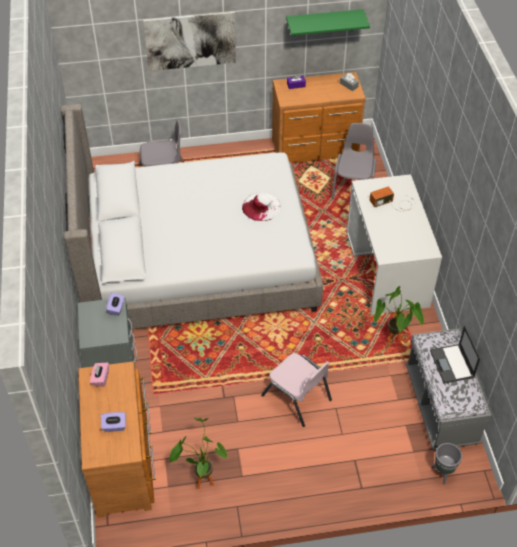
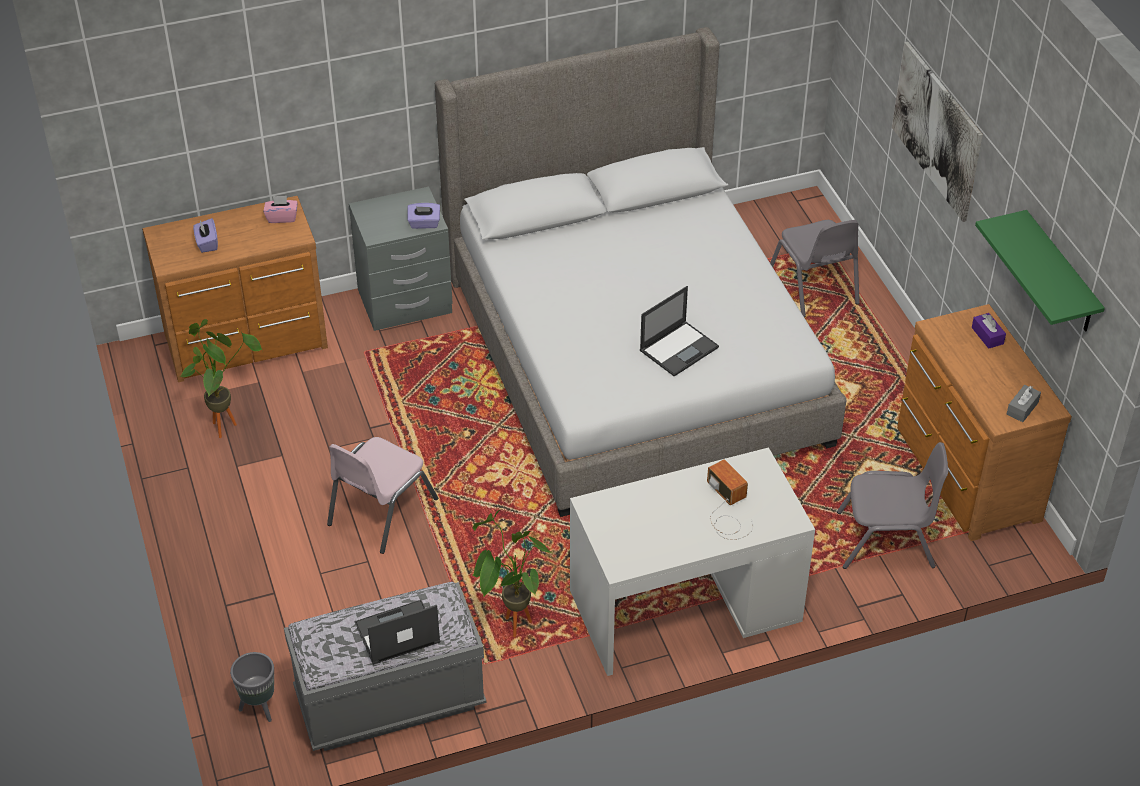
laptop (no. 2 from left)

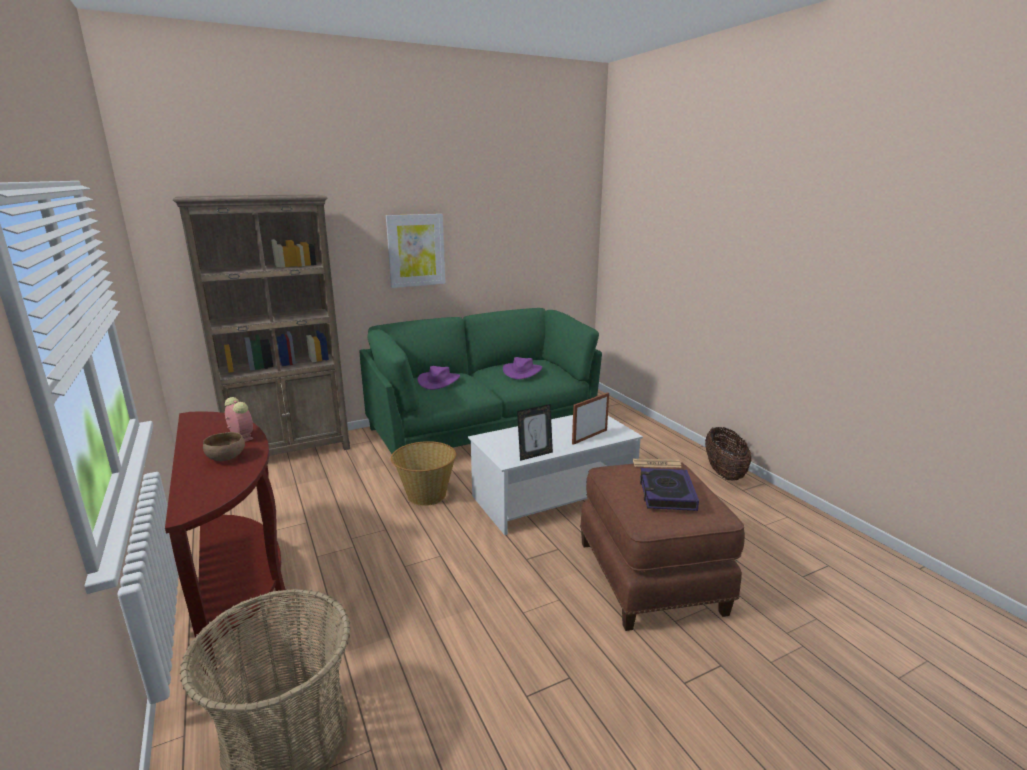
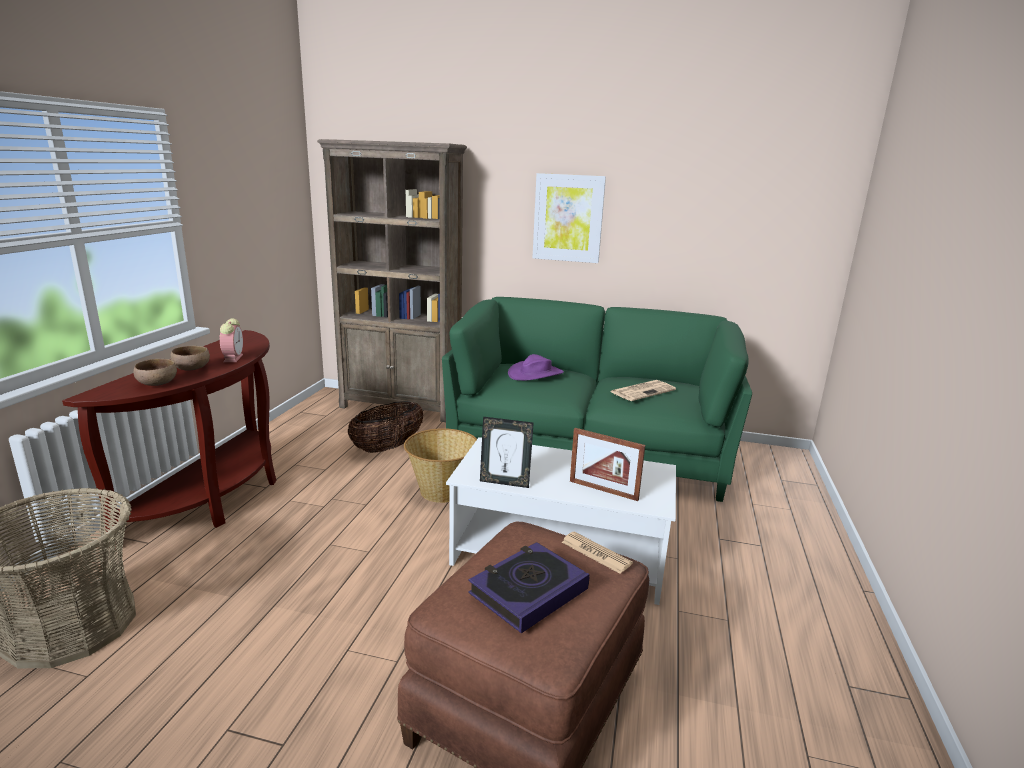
serving bowl (brownish) (no. 1 from left)
basket (no. 2 from left)
newspaper (no. 2 from left)
photo frame (no. 2 from left)

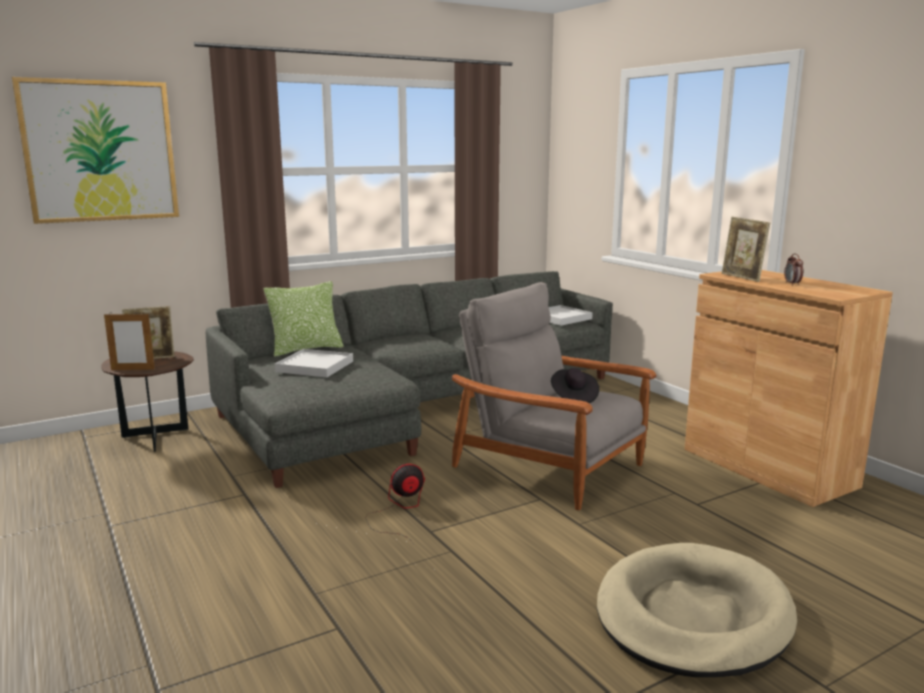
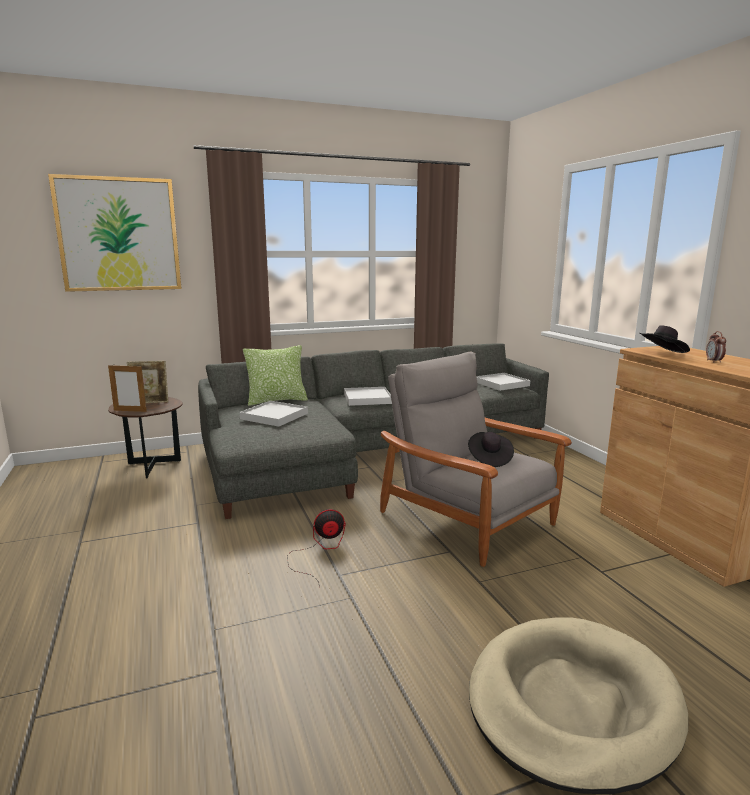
serving tray (whitish) (no. 2 from left)
wearable hat (black-coloured) (no. 2 from left)

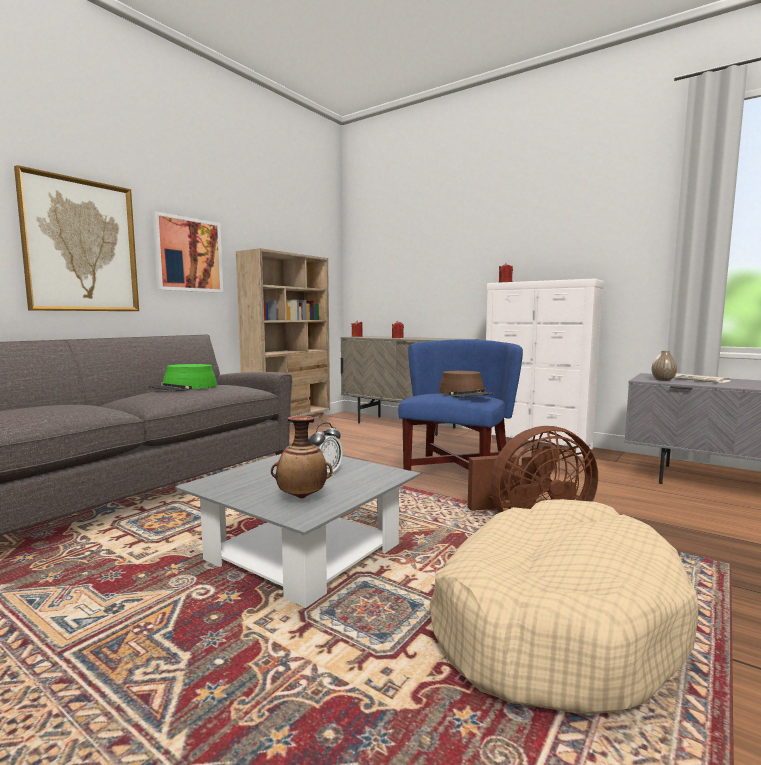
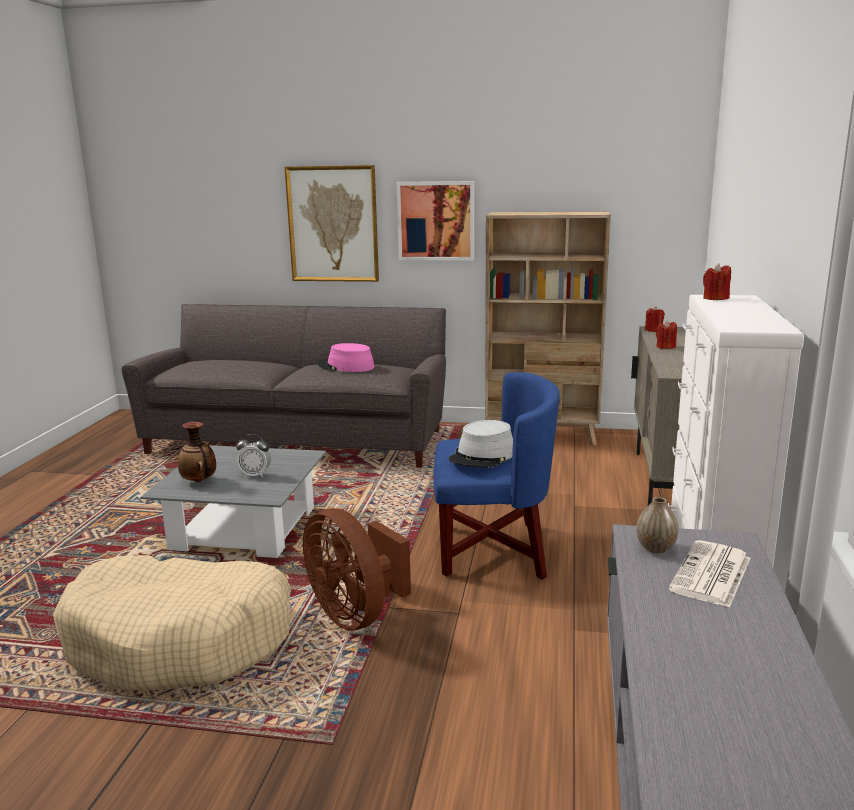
wearable hat (pink)
wearable hat (grey)

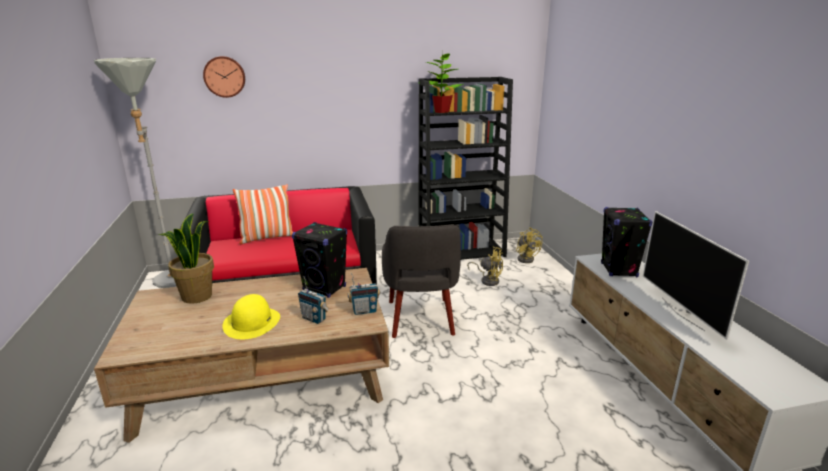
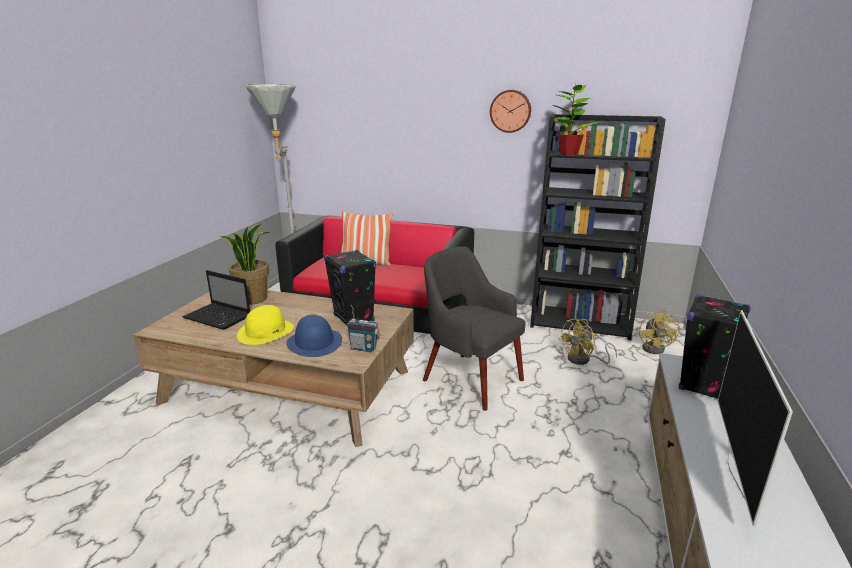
laptop
hanging clock
wearable hat (blue)
armchair (grey)
electric fan (yellow-coloured) (no. 1 from left)

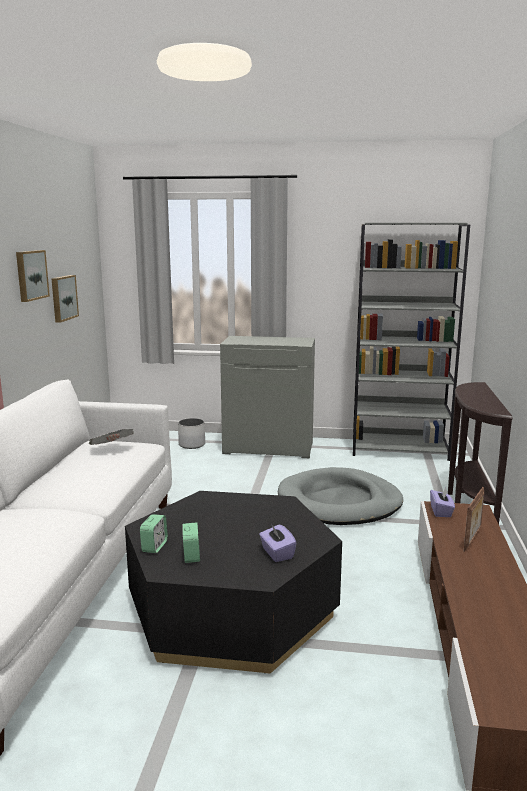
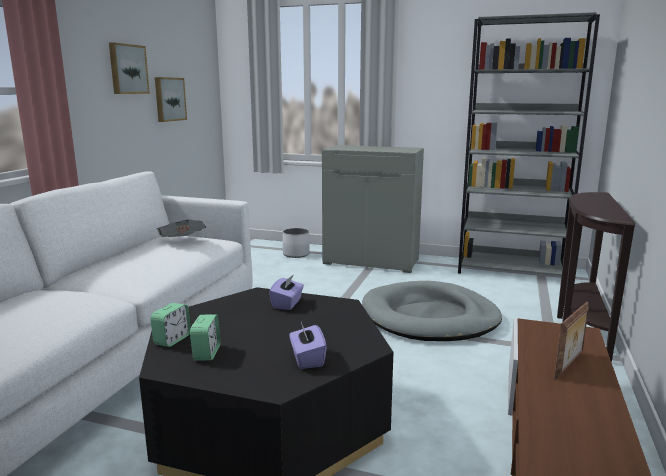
tissue holder (purple) (no. 1 from left)

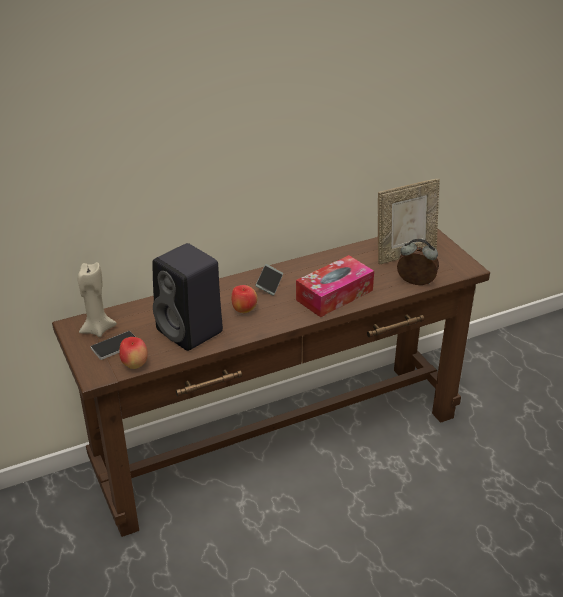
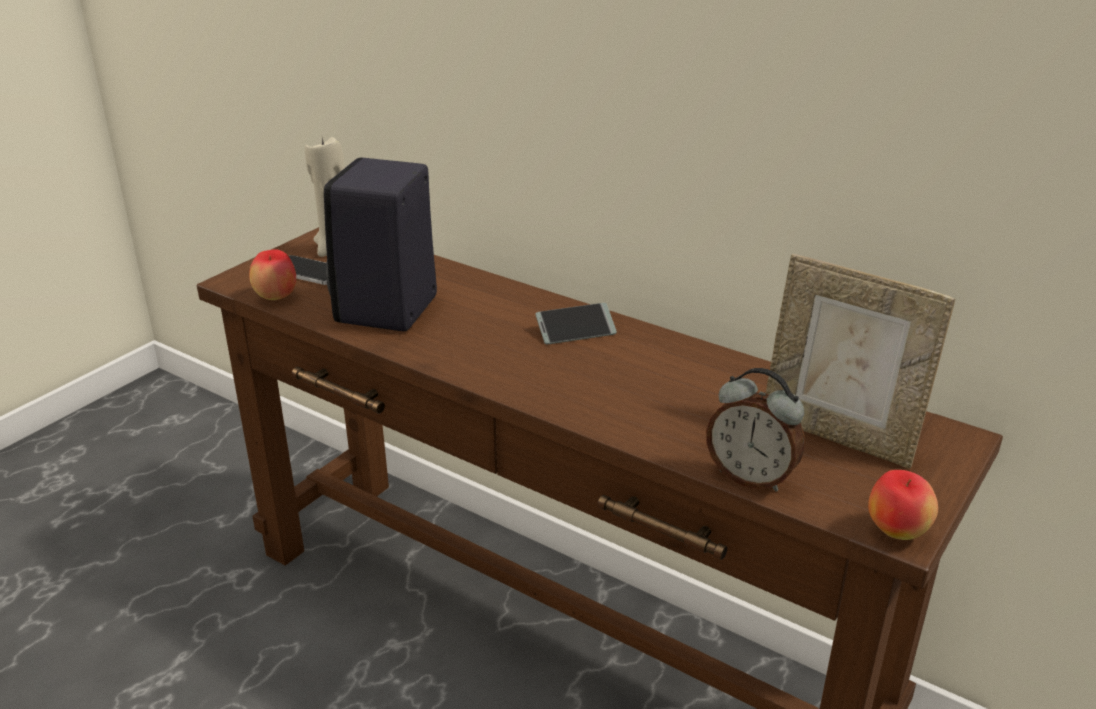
tissue holder
apple (no. 2 from left)
bedside clock

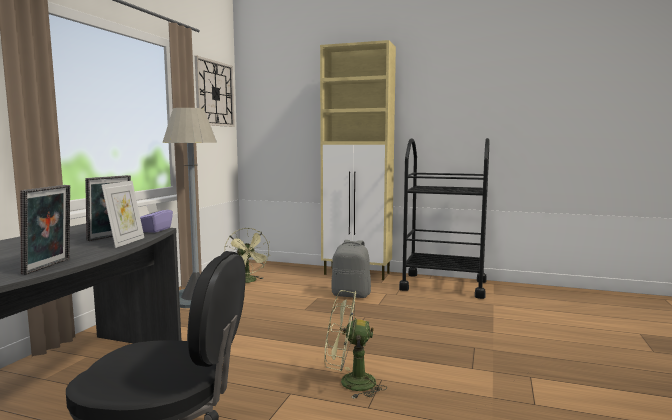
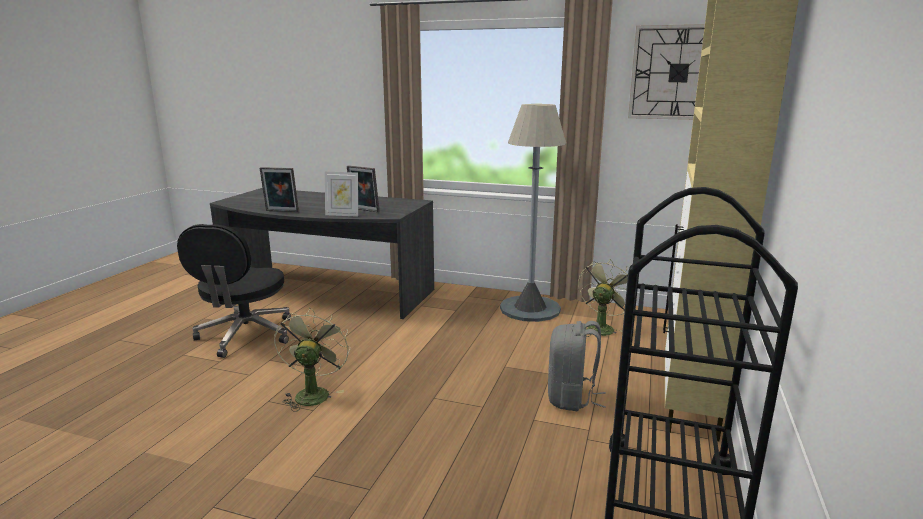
tissue holder (purple)
electric fan (green) (no. 2 from left)

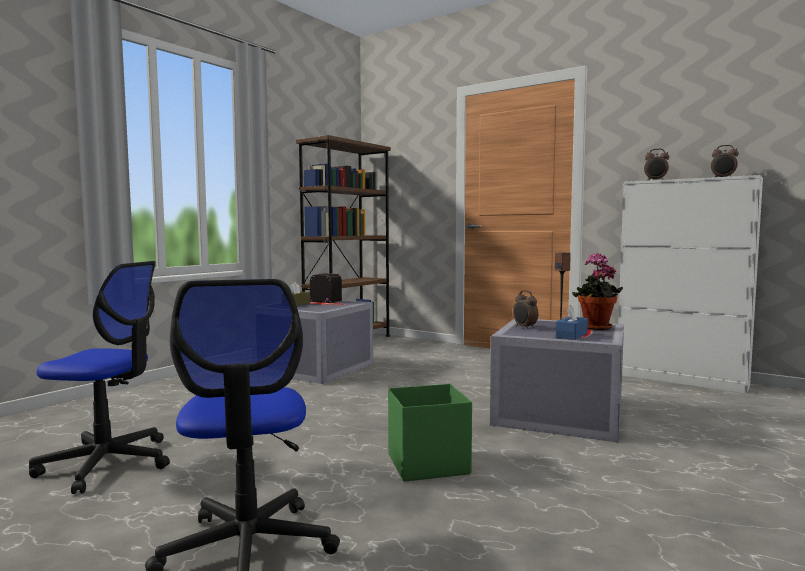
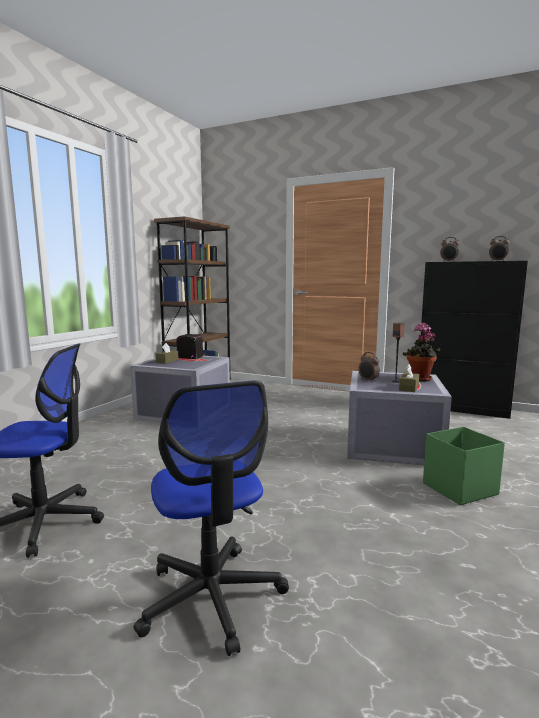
storage container (green)
tissue holder (brownish) (no. 2 from left)
cabinet (black-coloured)

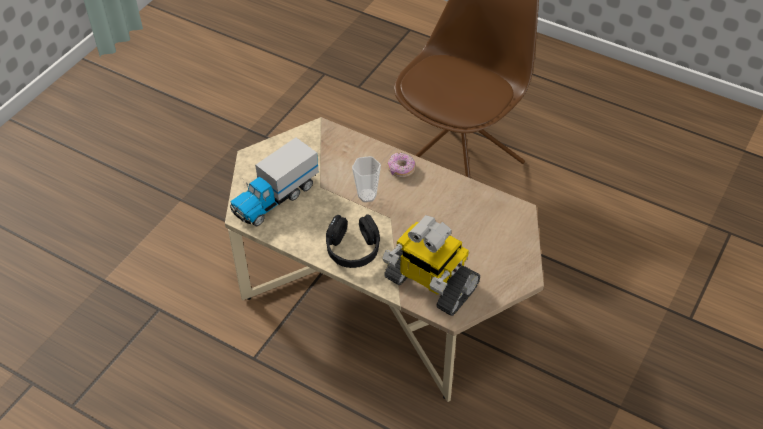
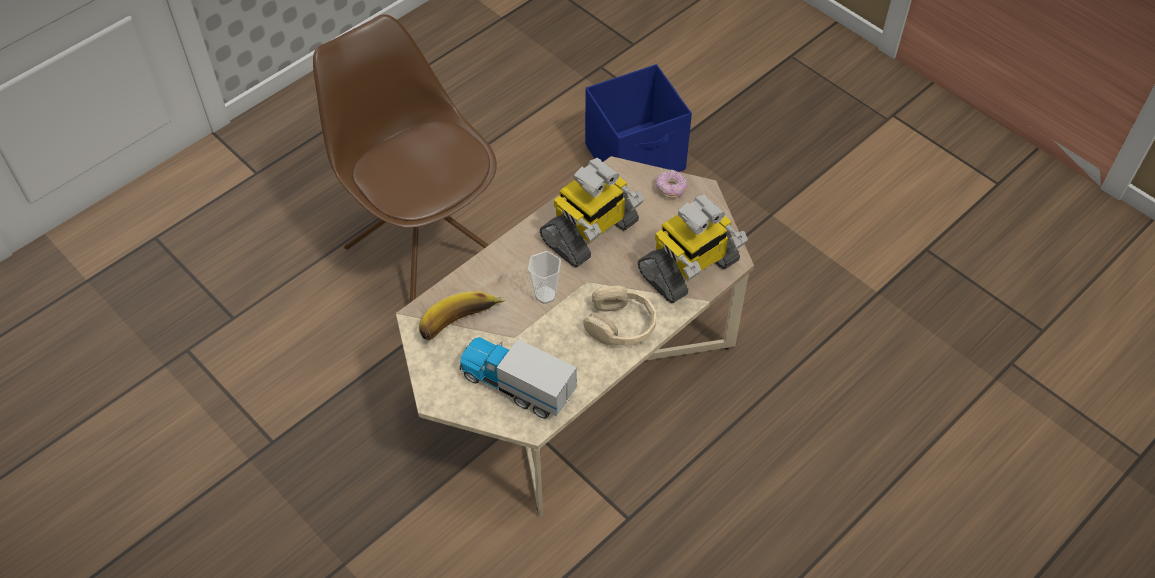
banana fruit
robot figure (no. 1 from left)
storage container (blue)
ring doughnut
headset (beige-coloured)
model truck

